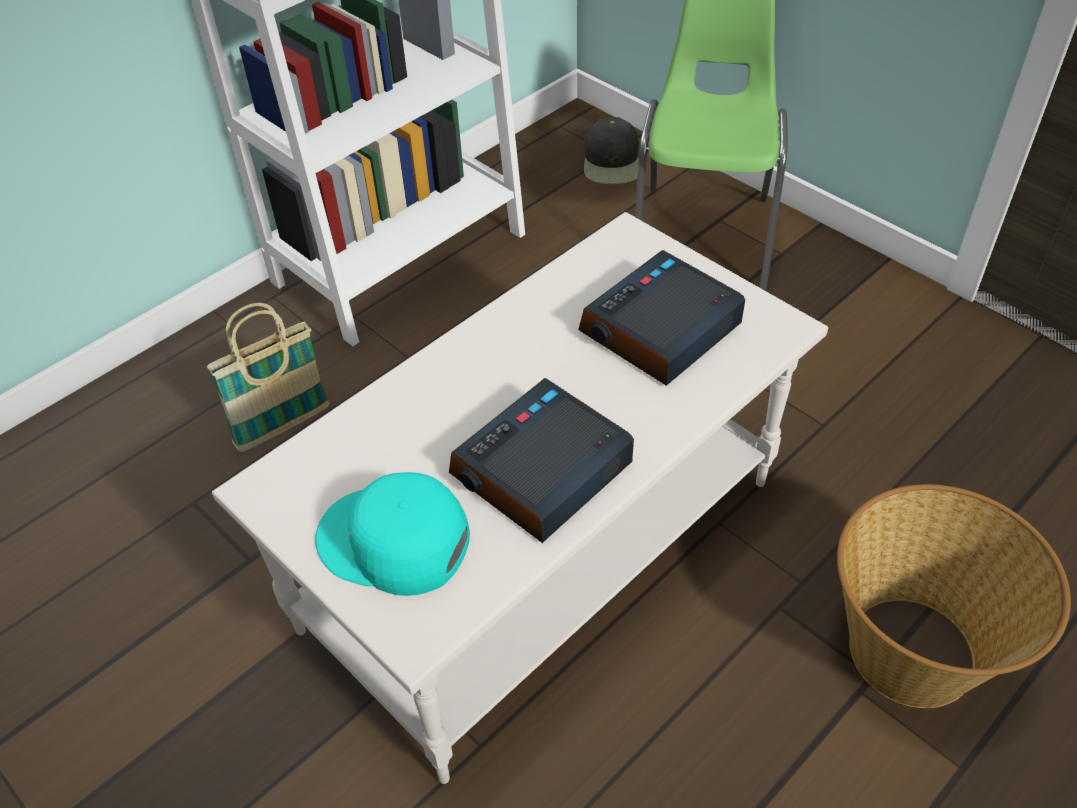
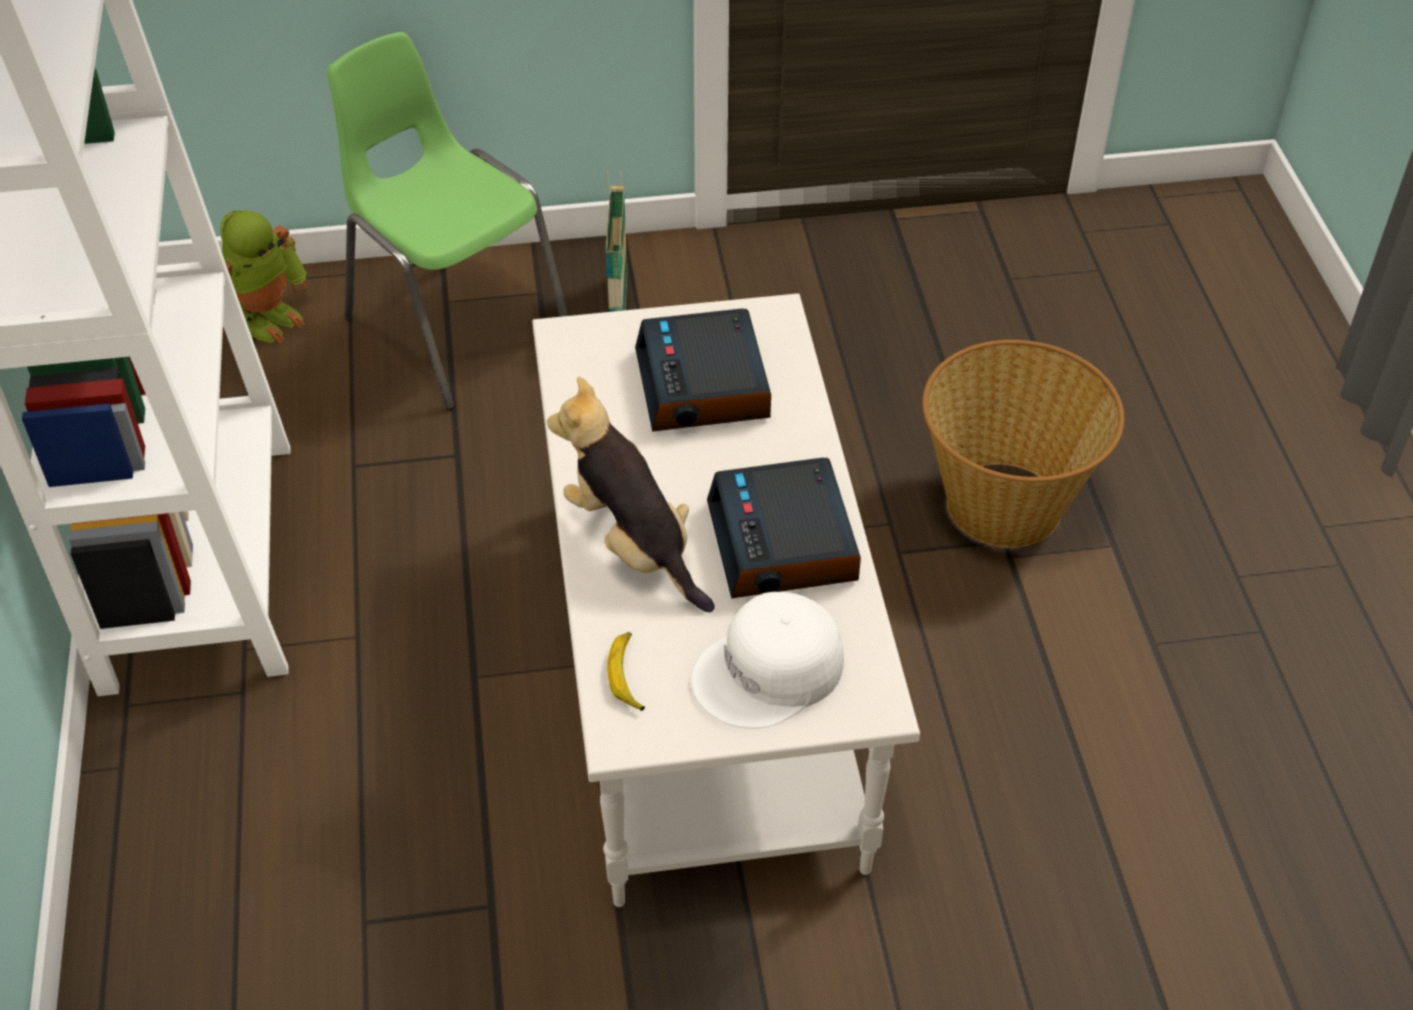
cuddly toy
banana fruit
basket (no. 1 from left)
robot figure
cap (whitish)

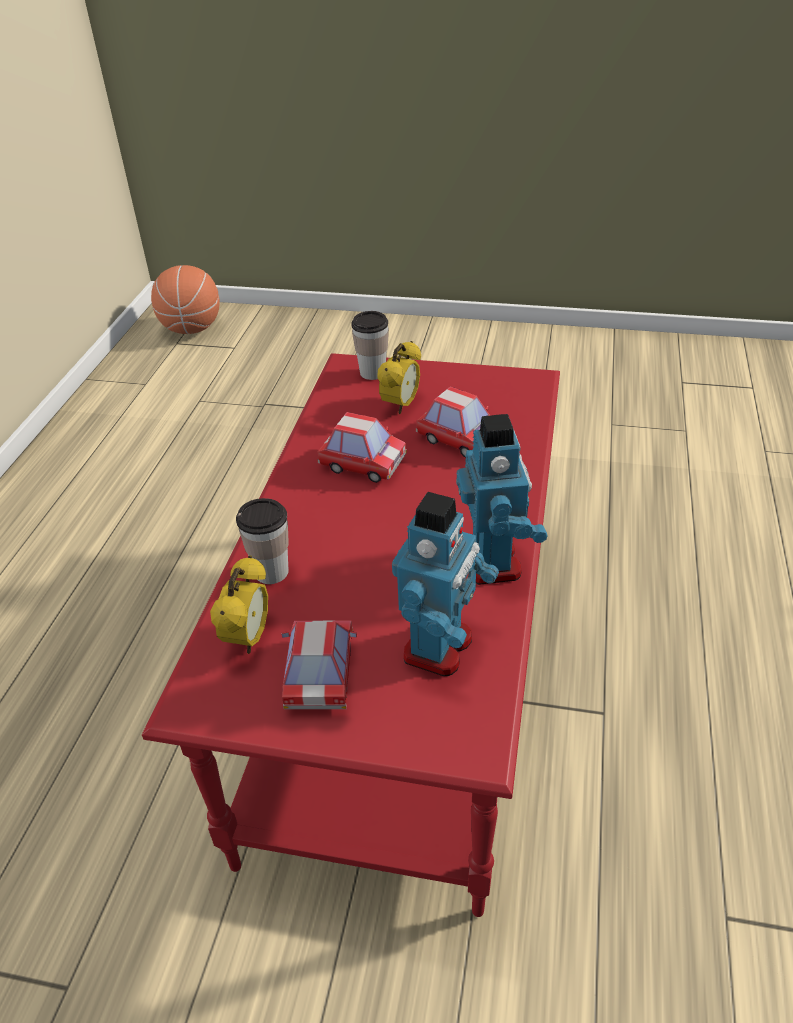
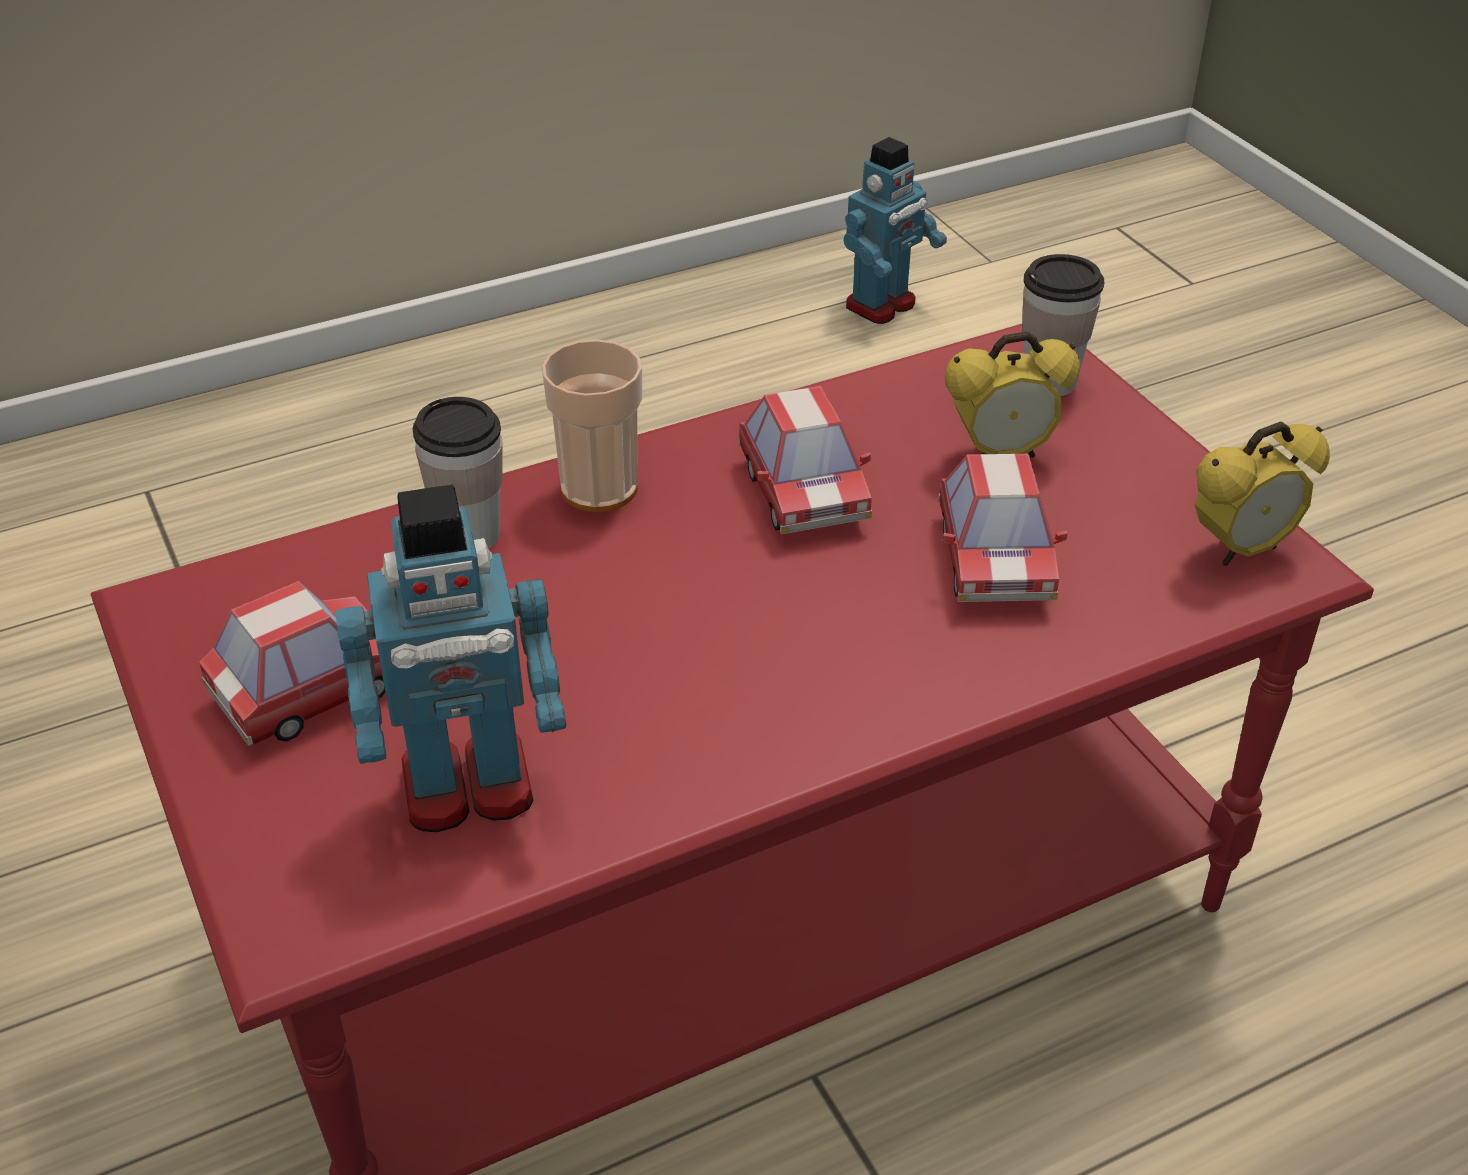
basketball
small cup (no. 2 from left)
bedside clock (no. 2 from left)
robot figure (no. 2 from left)

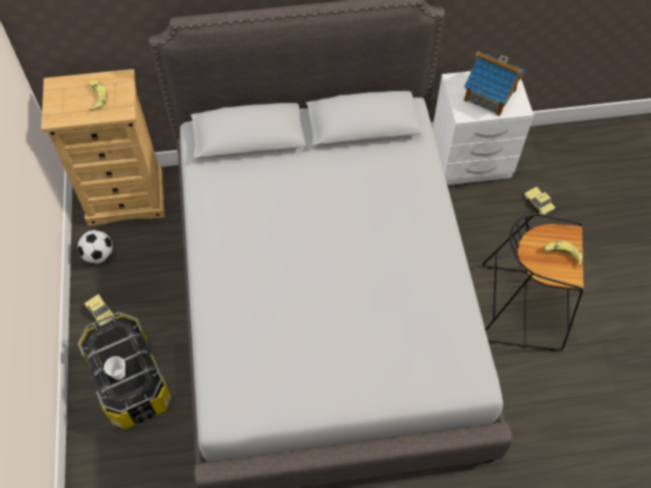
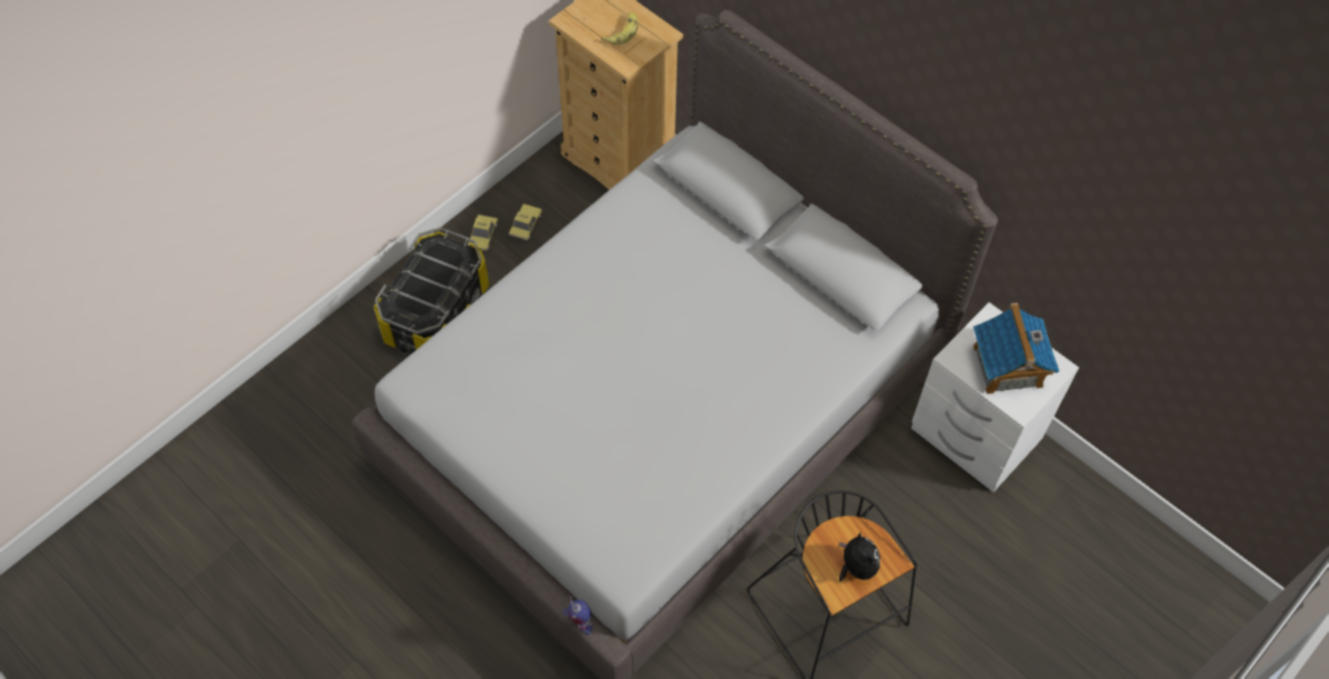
football ball
small cup
robot figure
miniature car (no. 2 from left)
cuddly toy

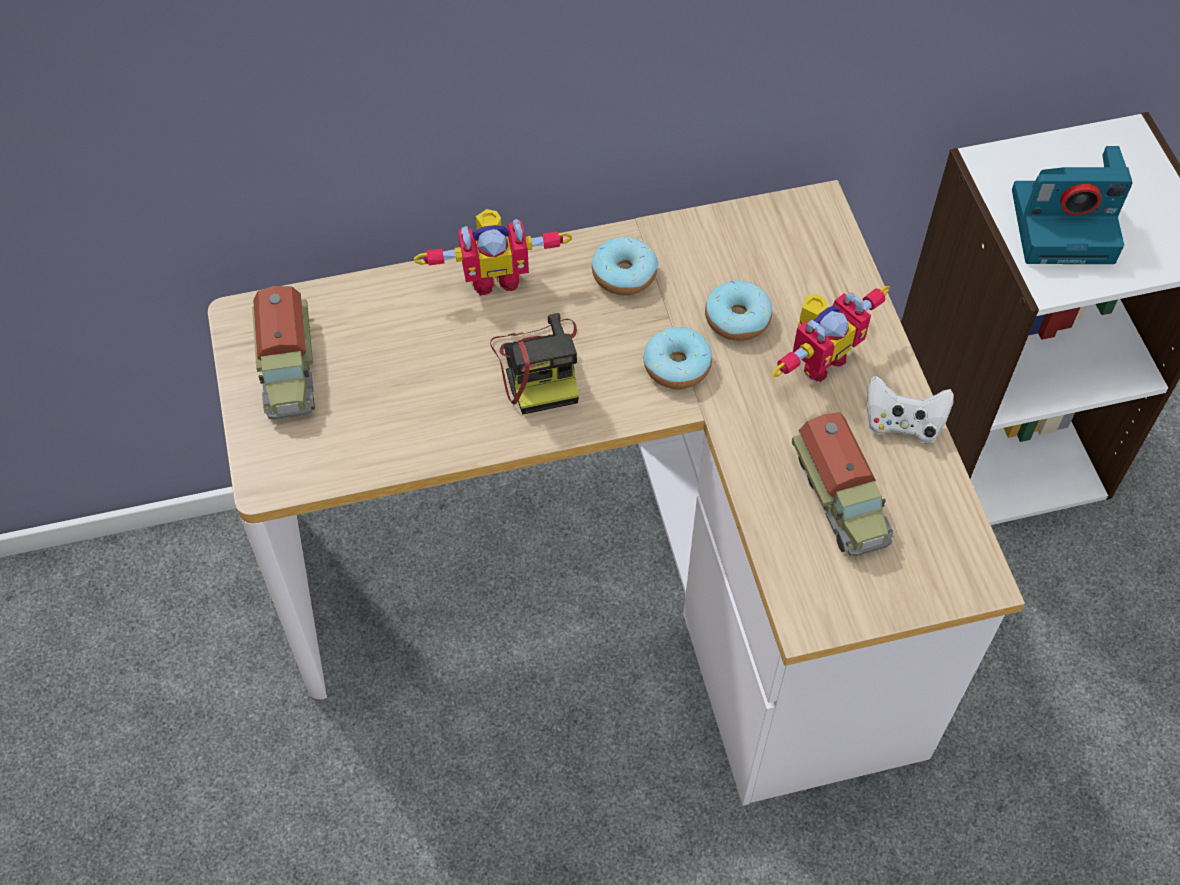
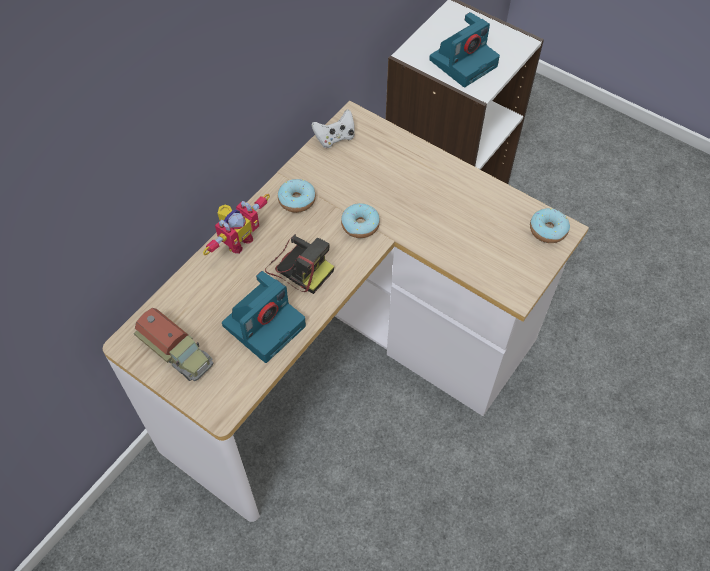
robot figure (no. 2 from left in the first image)
model truck (no. 2 from left in the first image)
still camera (no. 1 from left)
ring doughnut (no. 3 from left)
joypad (whitish)

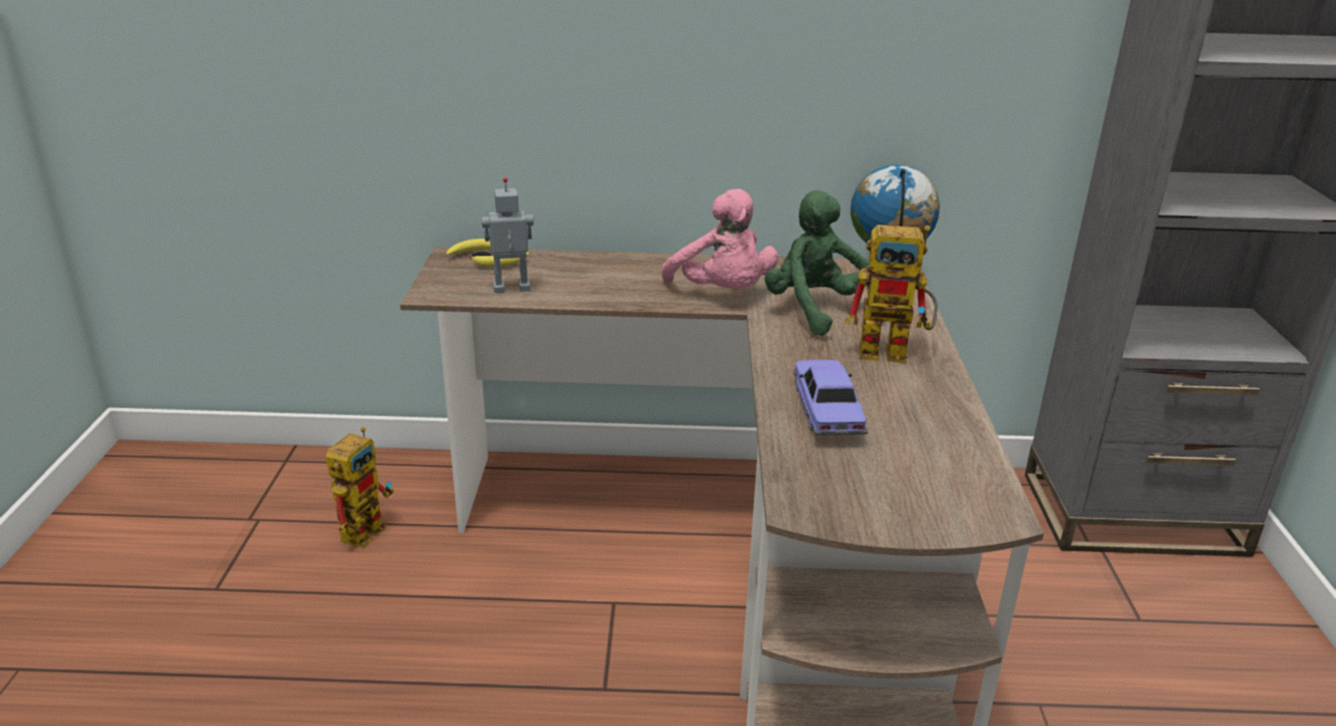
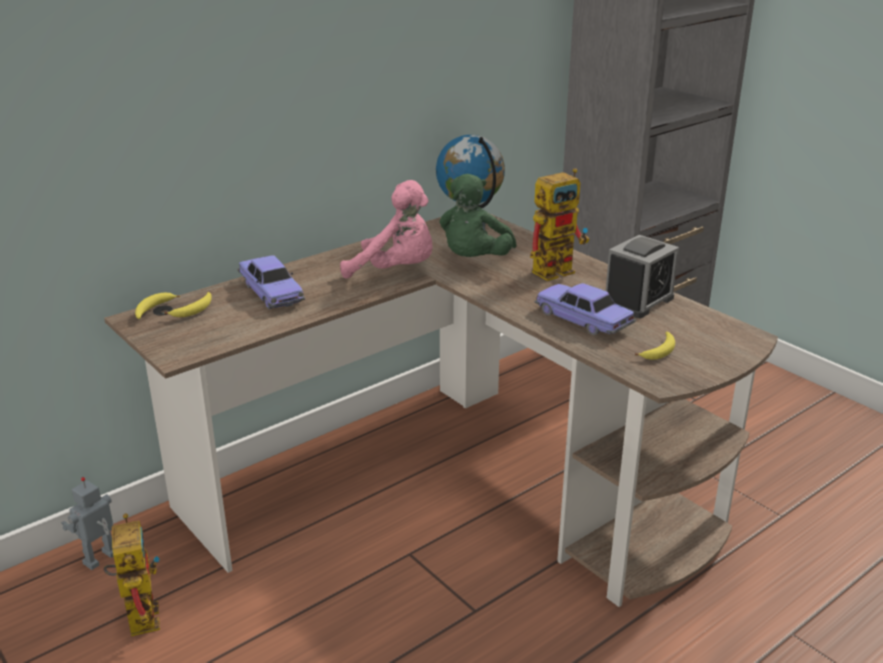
miniature car (no. 1 from left)
bedside clock
banana fruit (no. 3 from left)
robot figure (no. 1 from left)
cuddly toy (green)

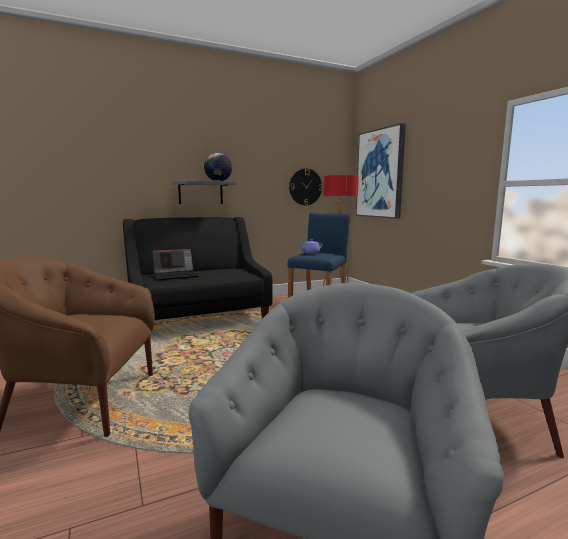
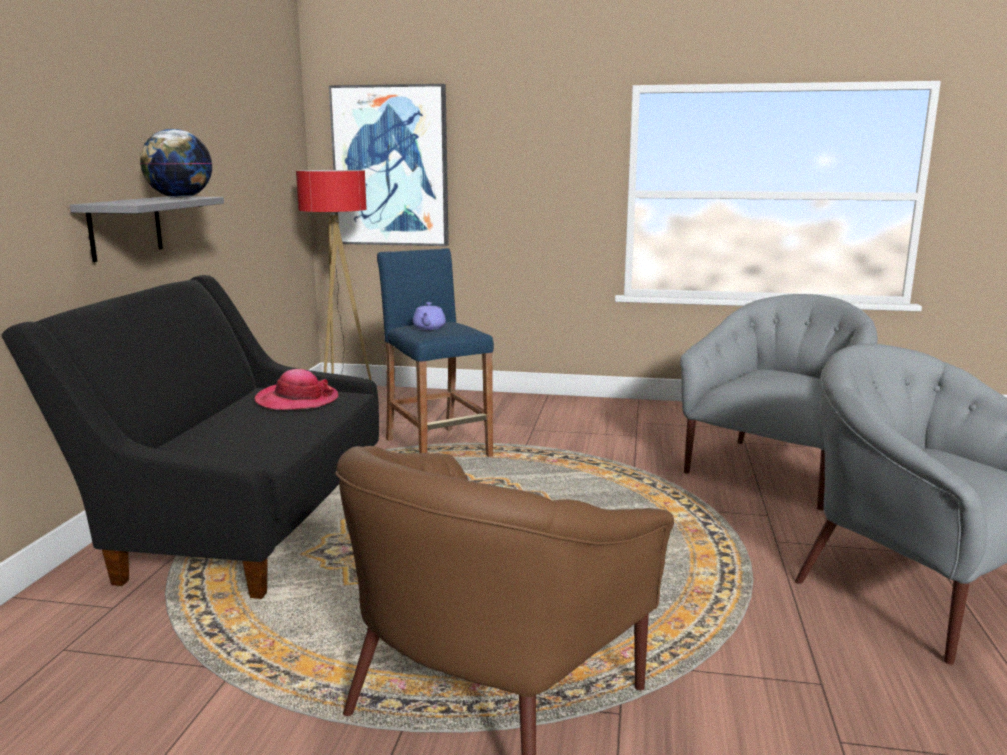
laptop
hanging clock
wearable hat

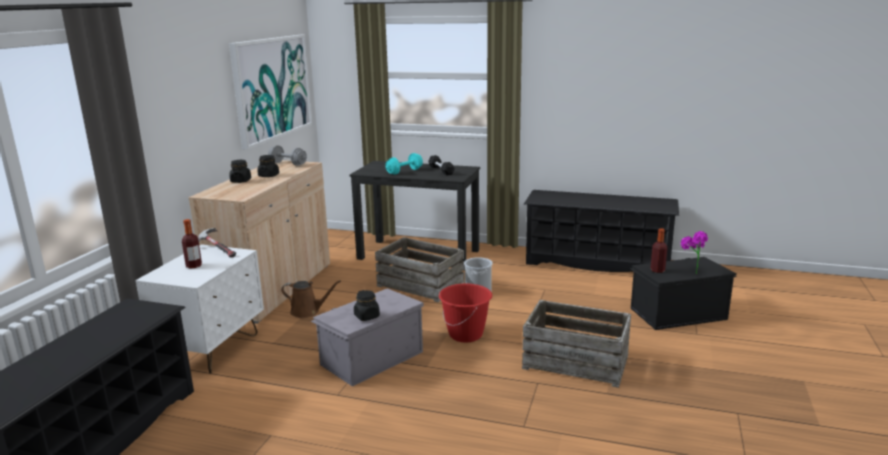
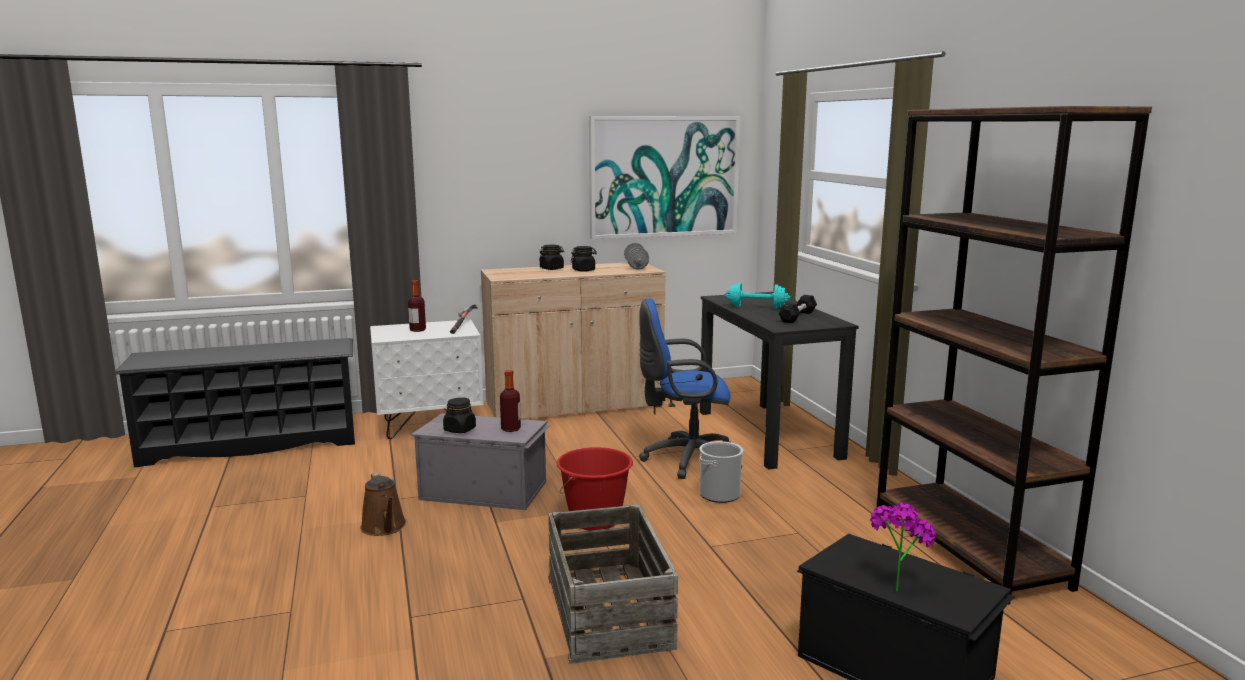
watering can (brownish)
drink bottle (no. 2 from left)
desk chair (blue)
bookshelf (brownish)

